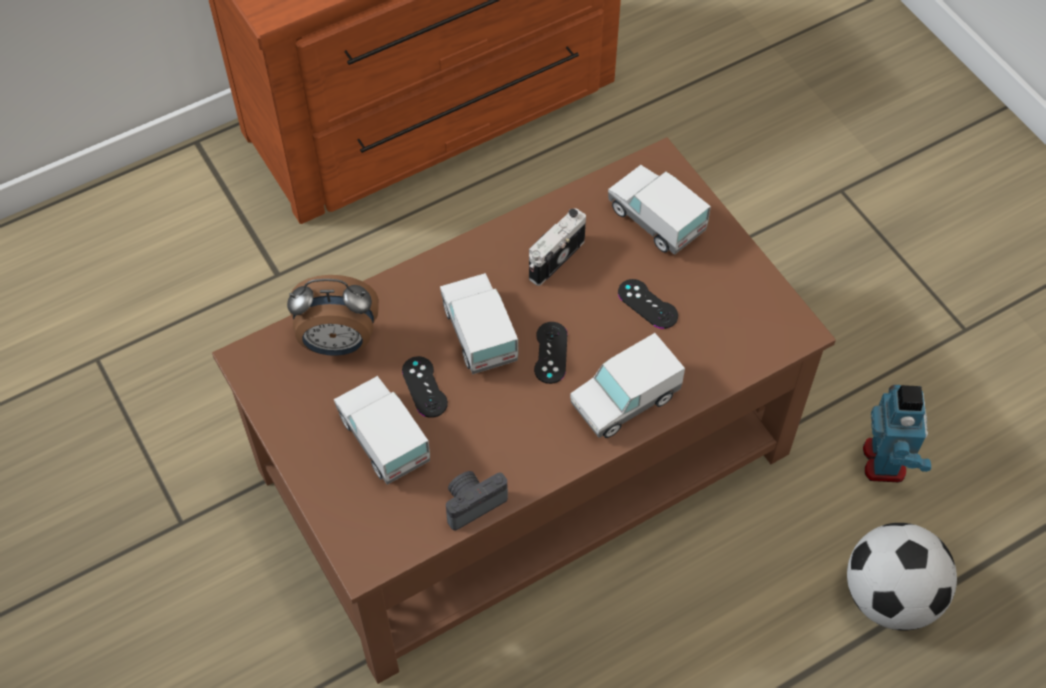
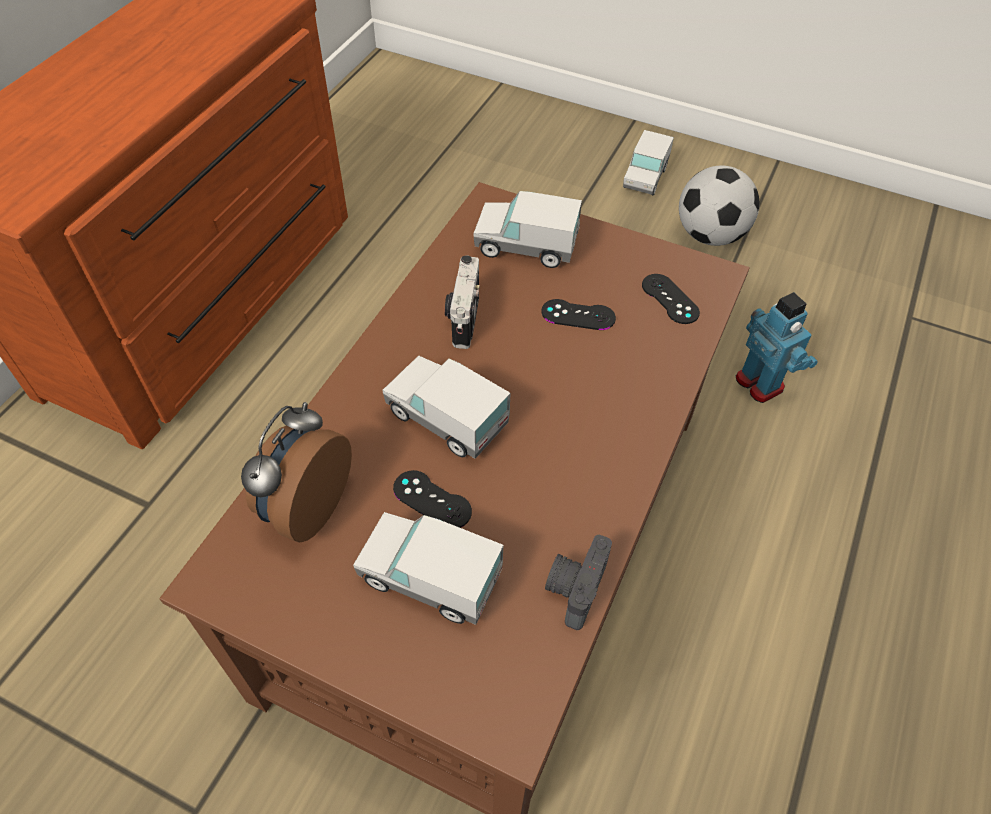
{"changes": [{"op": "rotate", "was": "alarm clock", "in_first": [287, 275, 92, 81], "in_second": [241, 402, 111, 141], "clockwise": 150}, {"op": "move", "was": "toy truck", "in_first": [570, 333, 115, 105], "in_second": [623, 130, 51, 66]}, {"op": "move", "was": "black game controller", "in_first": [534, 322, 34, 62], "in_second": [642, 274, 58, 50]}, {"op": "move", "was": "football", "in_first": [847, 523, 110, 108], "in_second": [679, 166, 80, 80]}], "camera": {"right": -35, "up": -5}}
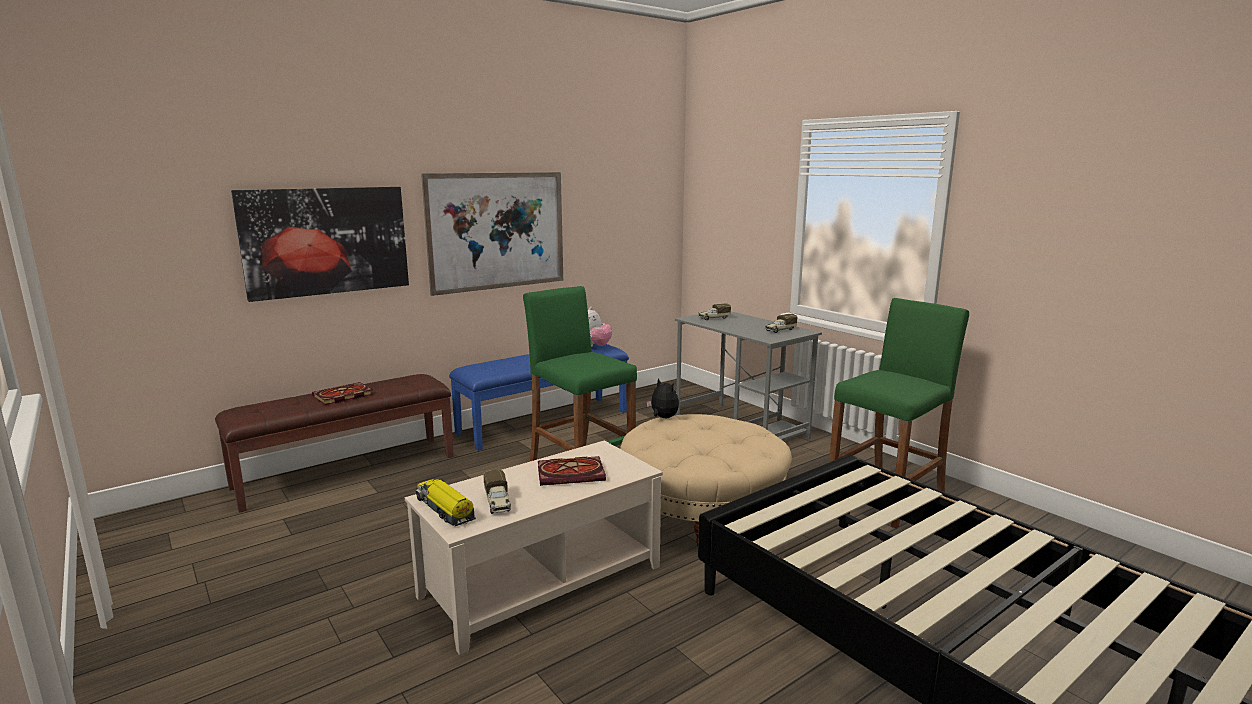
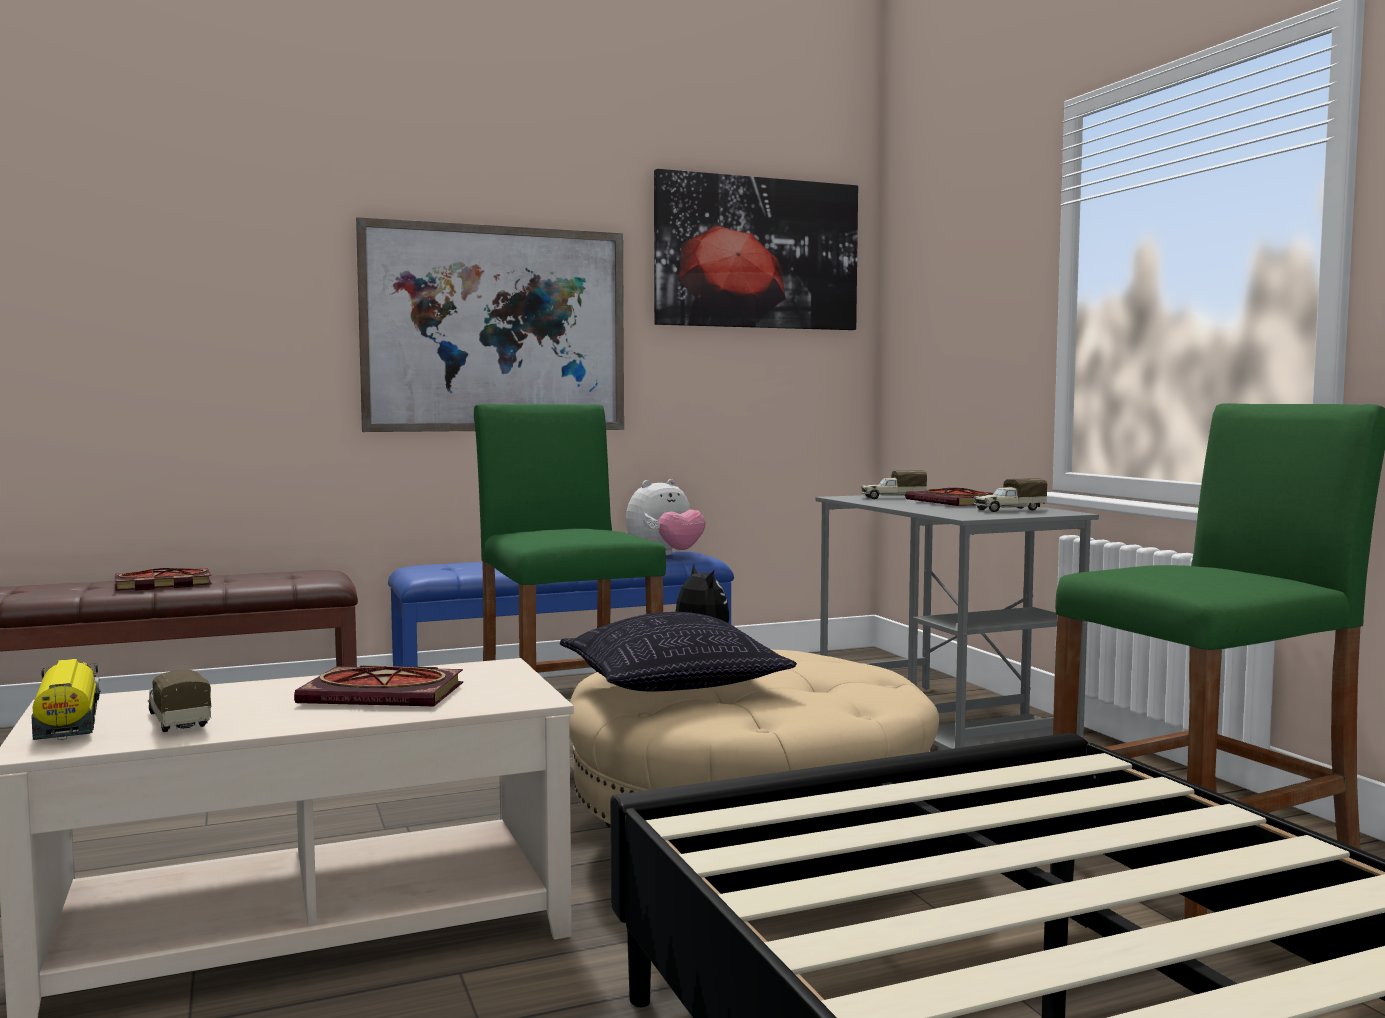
{"changes": [{"op": "rotate", "was": "toy truck", "in_first": [483, 470, 28, 44], "in_second": [148, 670, 63, 62], "clockwise": 150}, {"op": "insert", "now": "pillow", "in_second": [560, 612, 237, 80]}, {"op": "move", "was": "picture", "in_first": [231, 187, 178, 115], "in_second": [654, 169, 204, 161]}, {"op": "insert", "now": "book", "in_second": [905, 488, 89, 18]}], "camera": {"right": 15, "up": -10}}
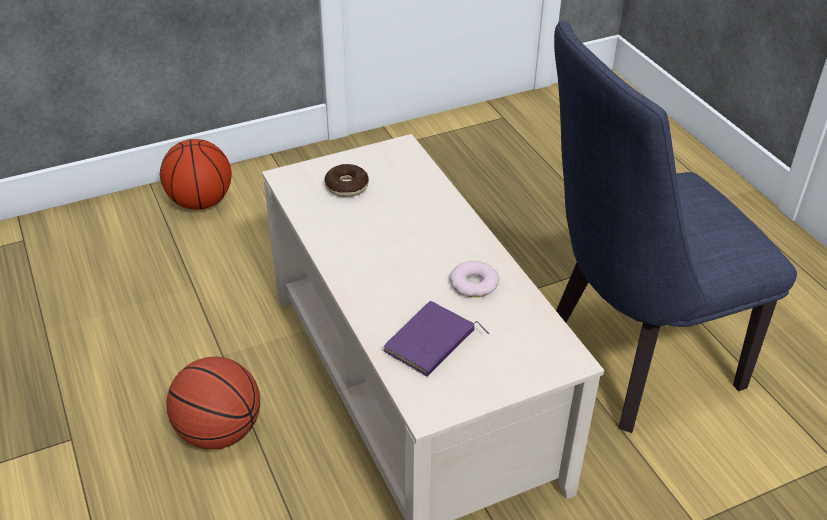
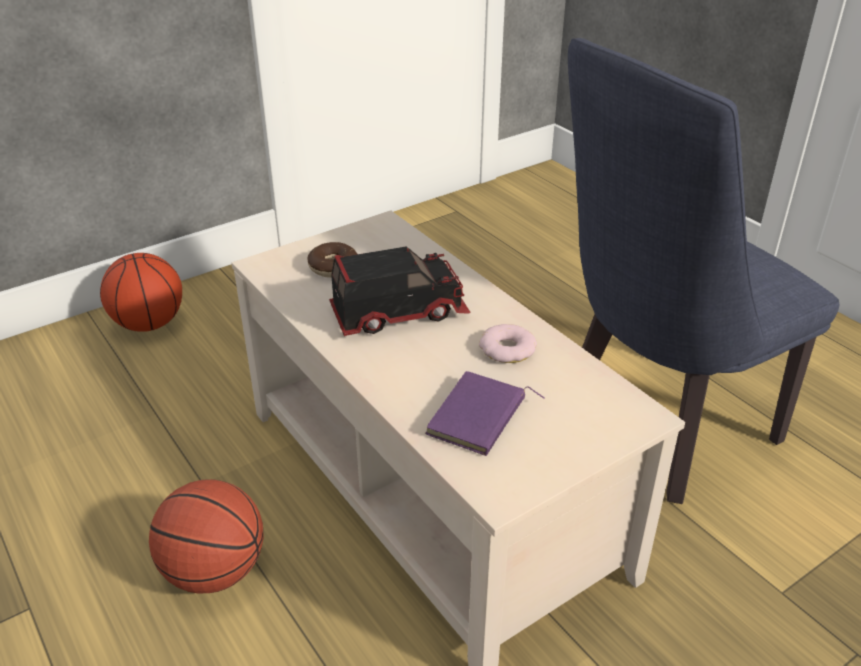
{"changes": [{"op": "insert", "now": "toy truck", "in_second": [329, 246, 141, 90]}], "camera": {"right": -10, "up": -5}}
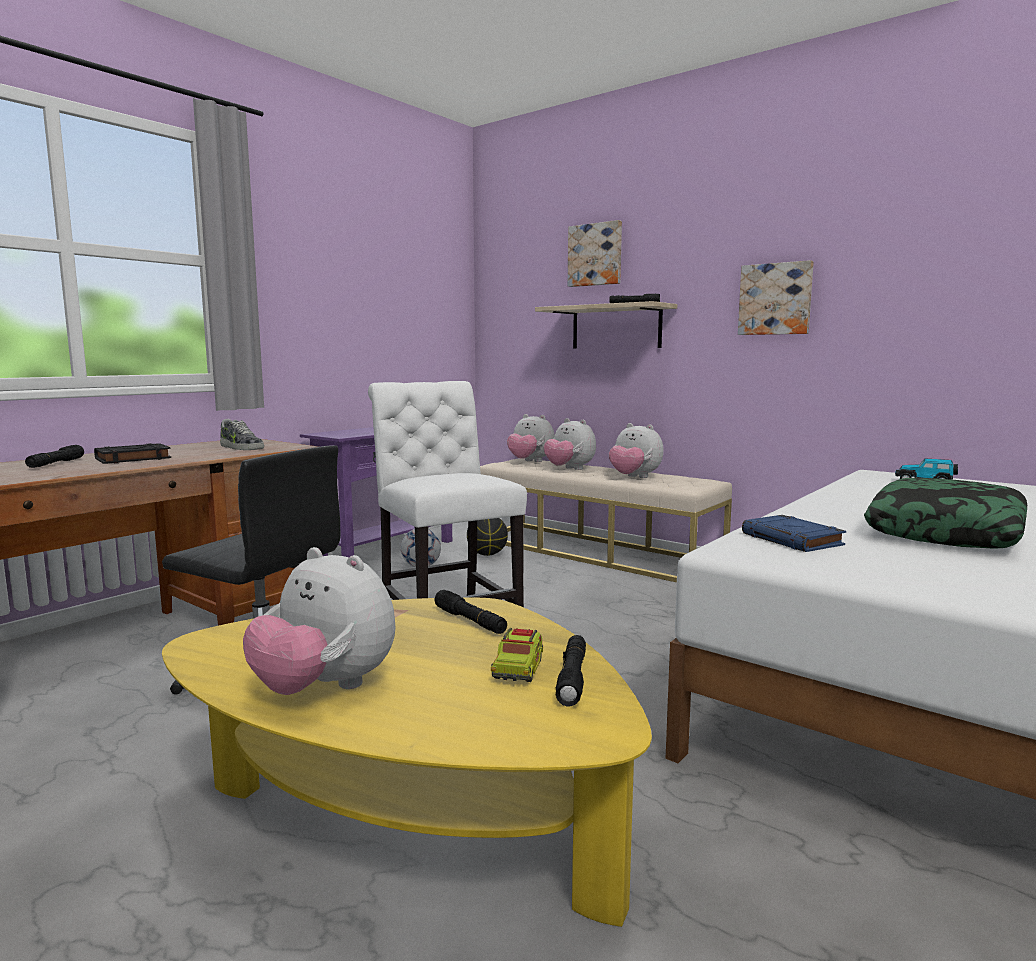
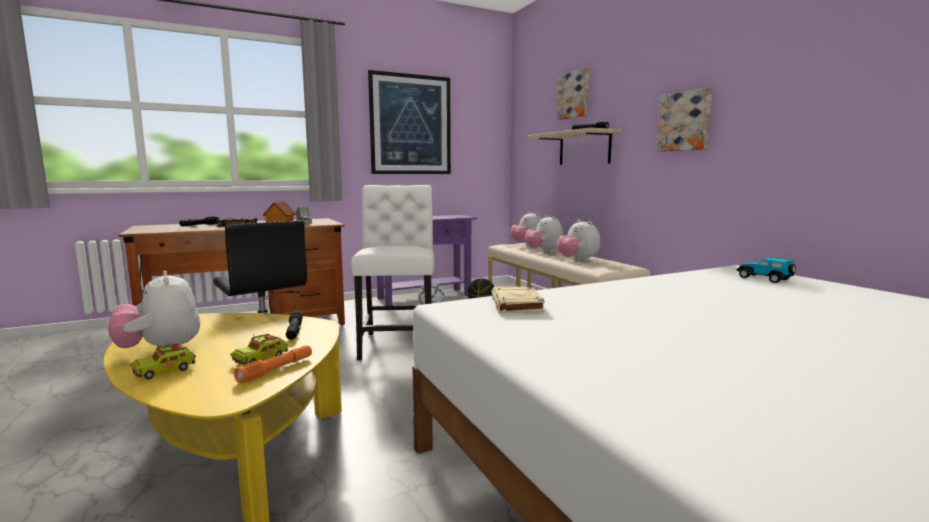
{"changes": [{"op": "insert", "now": "toy truck", "in_second": [130, 344, 66, 36]}, {"op": "recolor", "was": "black flashlight", "now": "orange flashlight", "in_first": [555, 635, 31, 72], "in_second": [234, 345, 78, 38]}, {"op": "insert", "now": "toy house", "in_second": [263, 201, 33, 21]}, {"op": "insert", "now": "picture", "in_second": [368, 70, 83, 104]}, {"op": "recolor", "was": "blue book", "now": "beige book", "in_first": [742, 515, 104, 37], "in_second": [491, 287, 54, 26]}, {"op": "delete", "was": "pillow", "in_first": [864, 478, 164, 71]}], "camera": {"right": 25, "up": 0}}
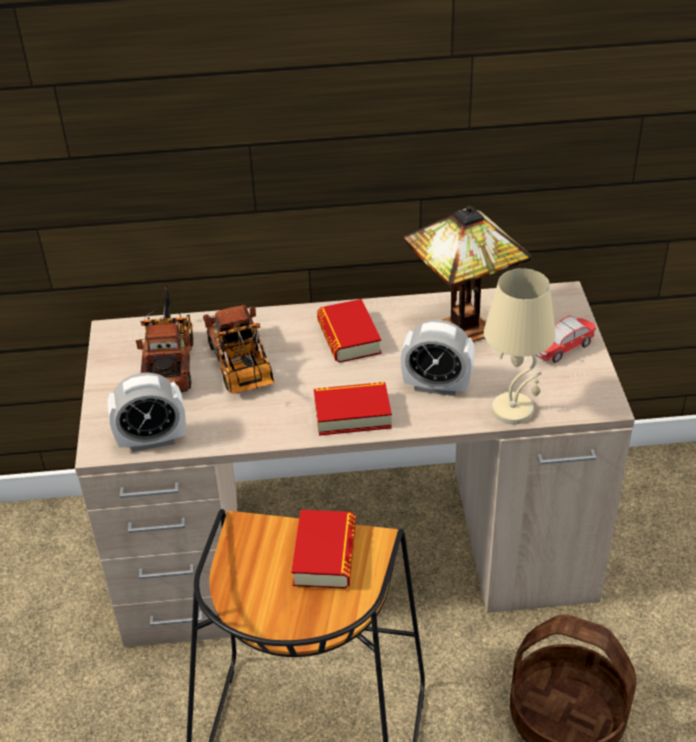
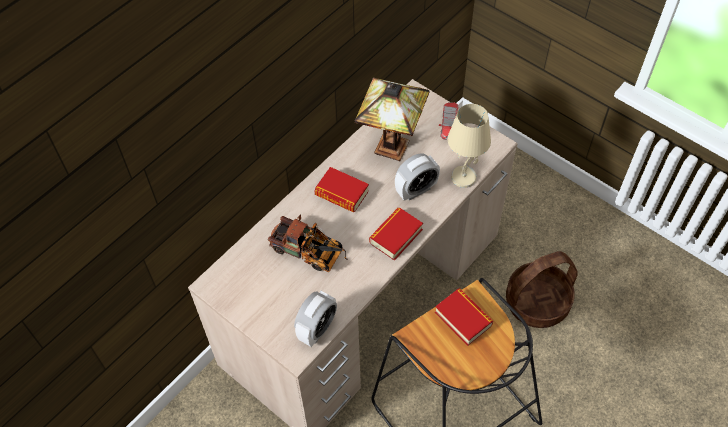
{"changes": [{"op": "delete", "was": "toy truck", "in_first": [136, 285, 57, 107]}], "camera": {"right": -45, "up": 15}}
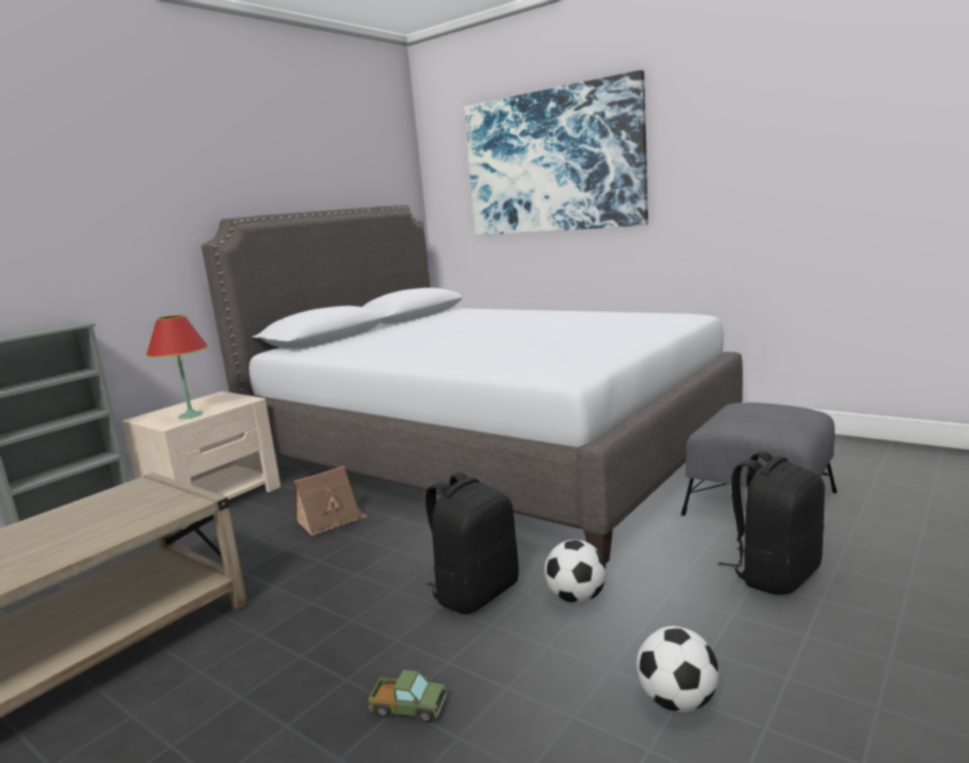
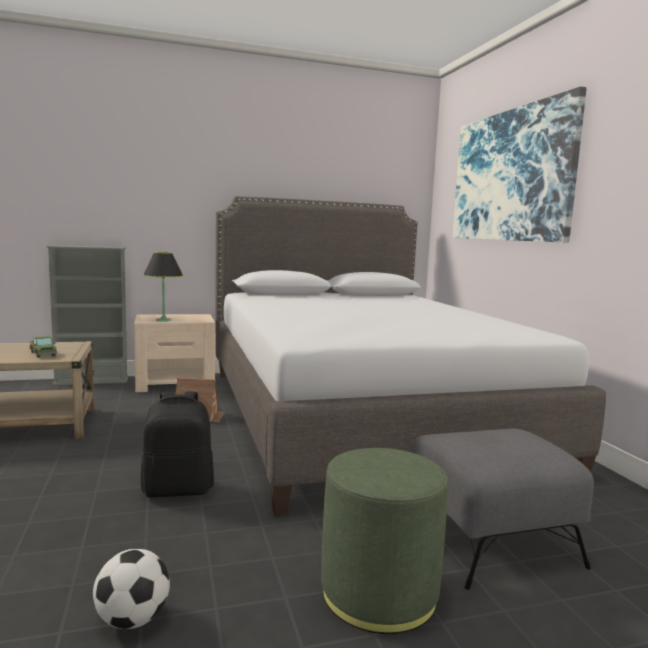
{"changes": [{"op": "move", "was": "toy truck", "in_first": [369, 670, 78, 52], "in_second": [30, 336, 27, 21]}, {"op": "recolor", "was": "red table lamp", "now": "black table lamp", "in_first": [146, 315, 62, 104], "in_second": [143, 252, 40, 70]}, {"op": "replace", "was": "black backpack", "now": "green ottoman", "in_first": [719, 451, 106, 144], "in_second": [321, 448, 127, 186]}, {"op": "delete", "was": "football", "in_first": [544, 540, 63, 64]}], "camera": {"right": 35, "up": -5}}
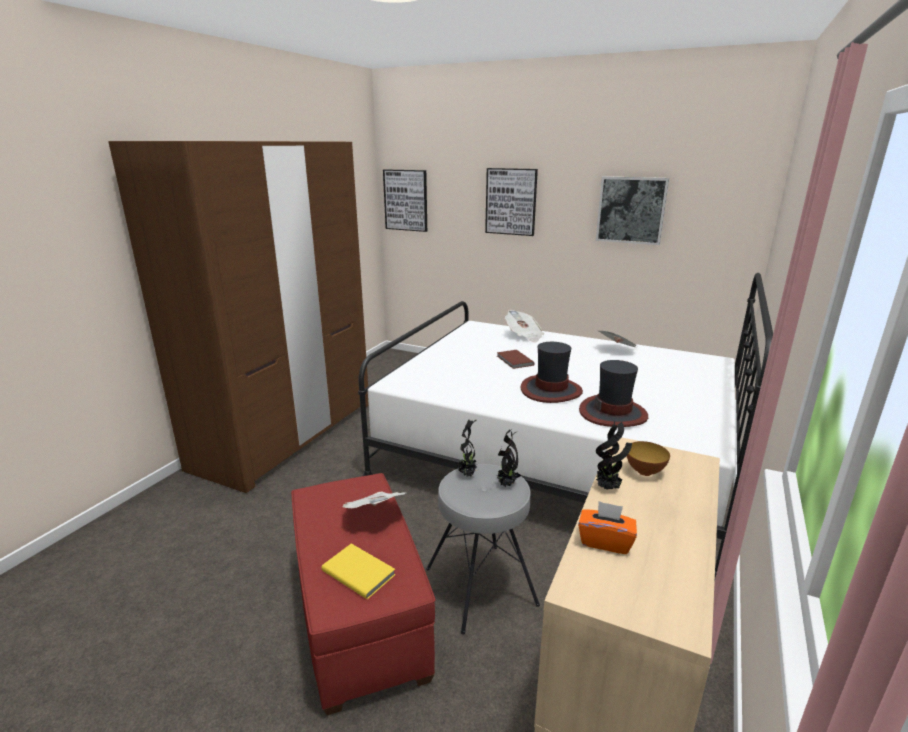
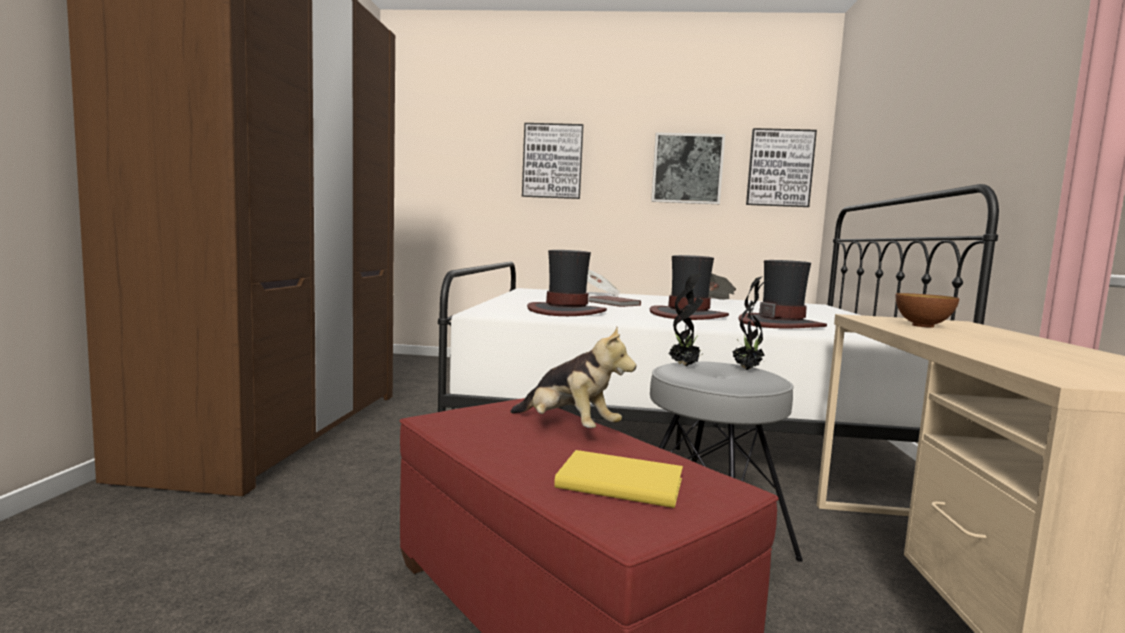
{"changes": [{"op": "replace", "was": "newspaper", "now": "plush toy", "in_first": [343, 492, 64, 16], "in_second": [510, 327, 126, 101]}, {"op": "insert", "now": "hat", "in_second": [527, 250, 80, 66]}, {"op": "move", "was": "picture", "in_first": [383, 169, 44, 63], "in_second": [746, 128, 71, 79]}, {"op": "delete", "was": "orange tissue box", "in_first": [578, 501, 59, 53]}, {"op": "delete", "was": "potted plant", "in_first": [596, 421, 36, 69]}], "camera": {"right": -20, "up": -15}}
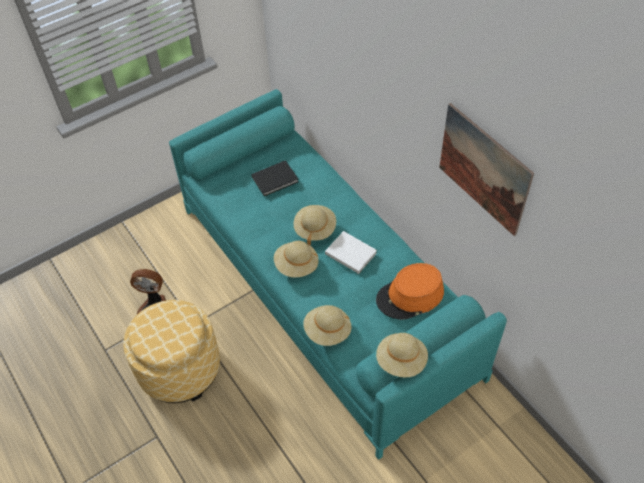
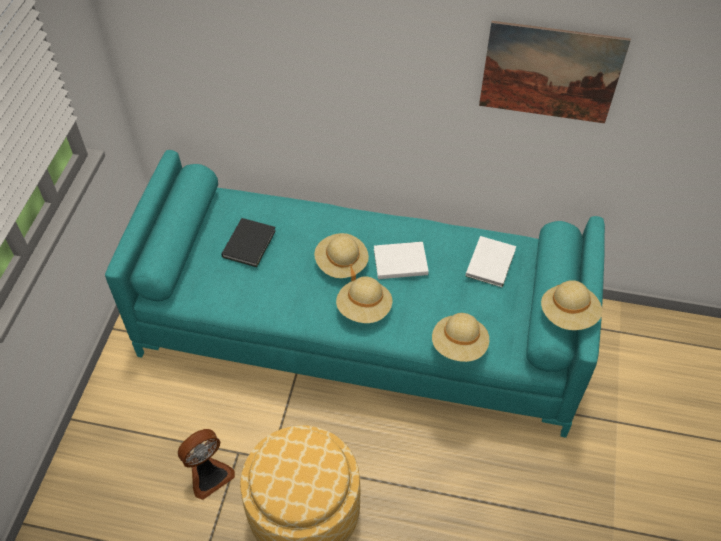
{"changes": [{"op": "replace", "was": "orange hat", "now": "white book", "in_first": [376, 263, 68, 57], "in_second": [465, 236, 51, 51]}], "camera": {"right": -45, "up": 0}}
